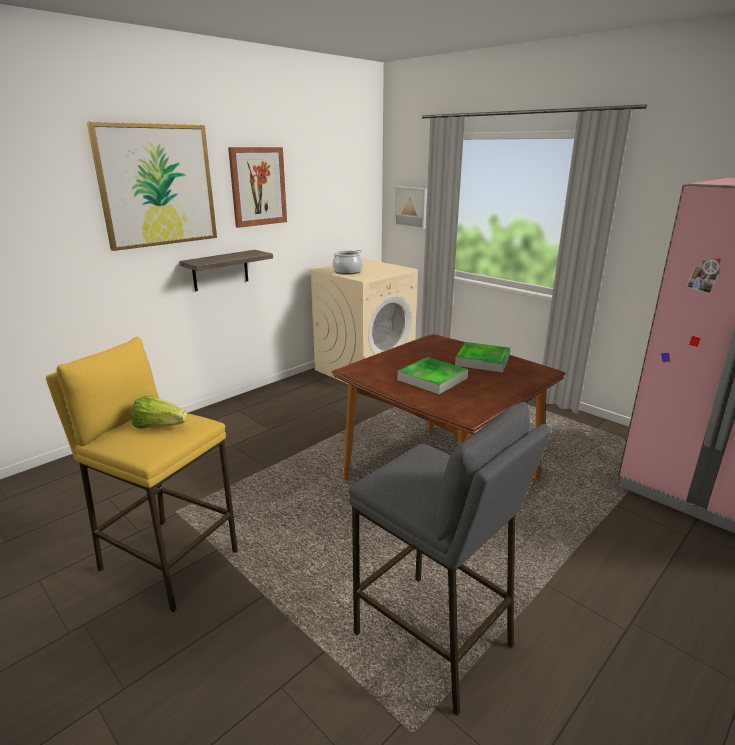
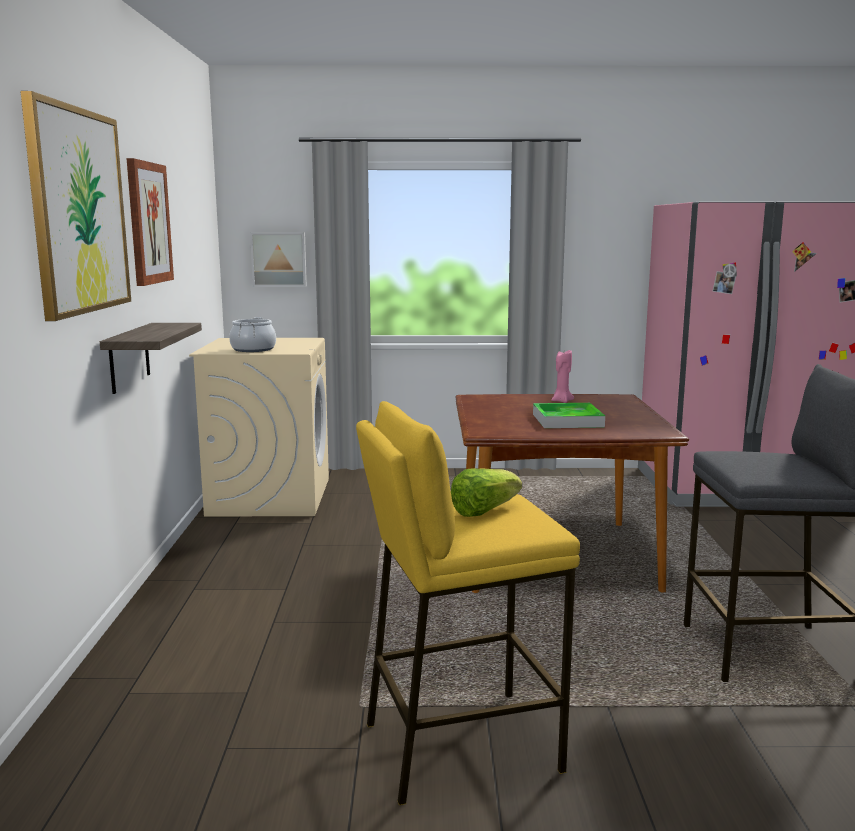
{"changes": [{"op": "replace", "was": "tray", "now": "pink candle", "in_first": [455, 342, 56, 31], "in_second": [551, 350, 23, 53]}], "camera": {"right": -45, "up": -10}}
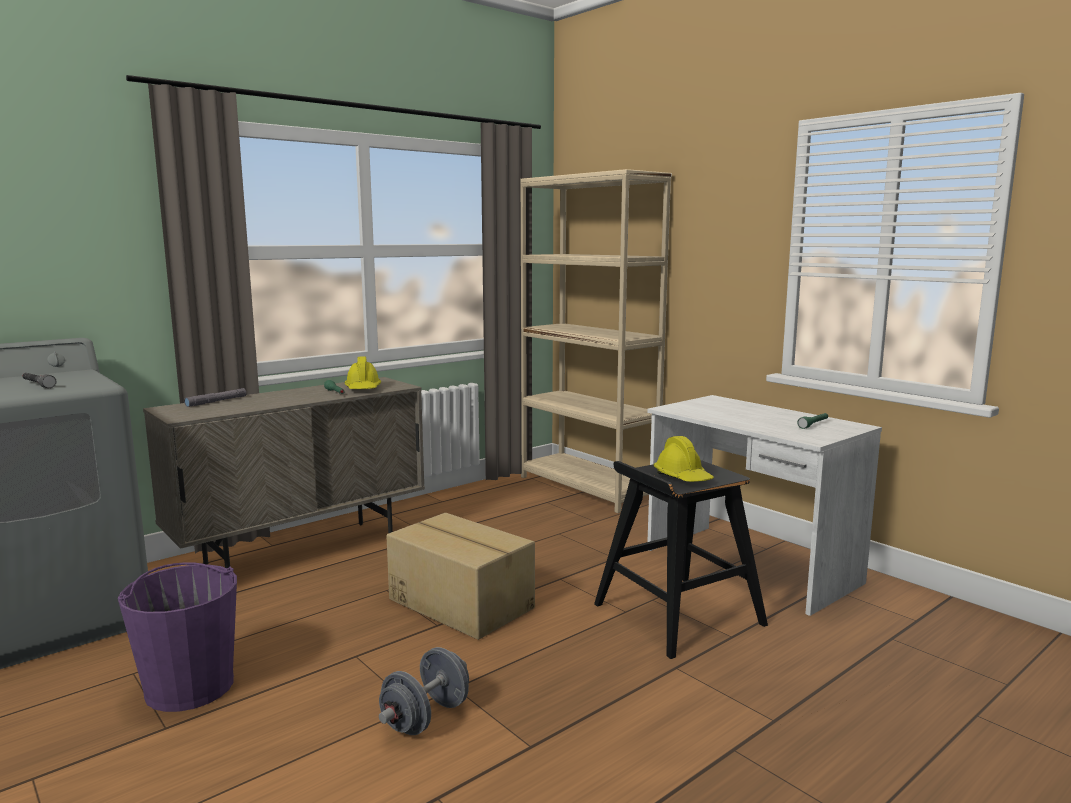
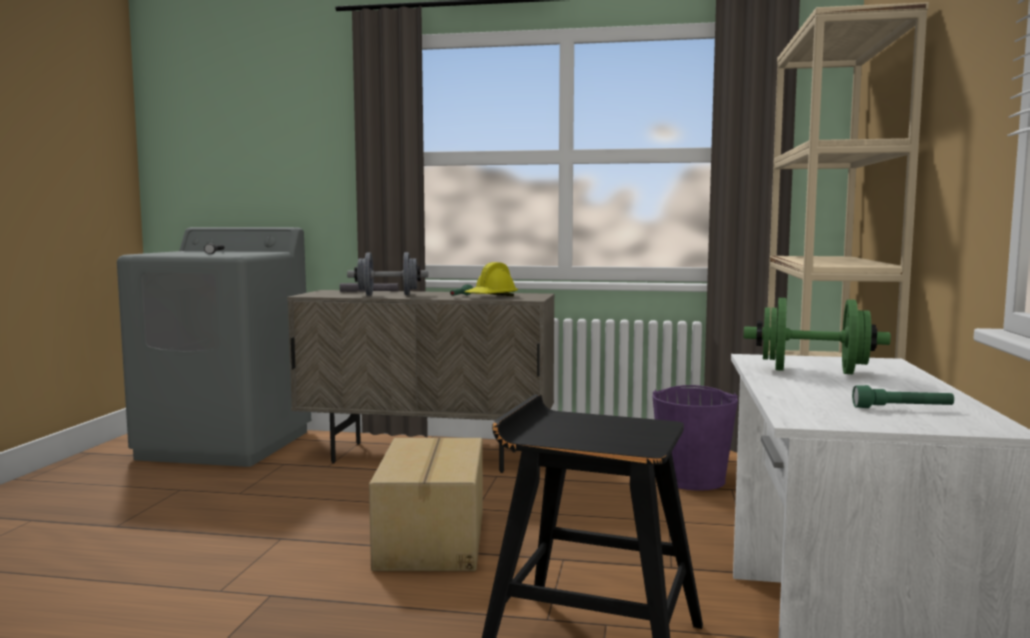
{"changes": [{"op": "move", "was": "grey dumbbell", "in_first": [379, 647, 90, 88], "in_second": [347, 252, 81, 44]}, {"op": "move", "was": "purple bucket", "in_first": [118, 562, 119, 150], "in_second": [652, 385, 86, 106]}, {"op": "insert", "now": "green dumbbell", "in_second": [744, 298, 147, 76]}, {"op": "delete", "was": "yellow hard hat", "in_first": [653, 436, 61, 46]}], "camera": {"right": 50, "up": -5}}
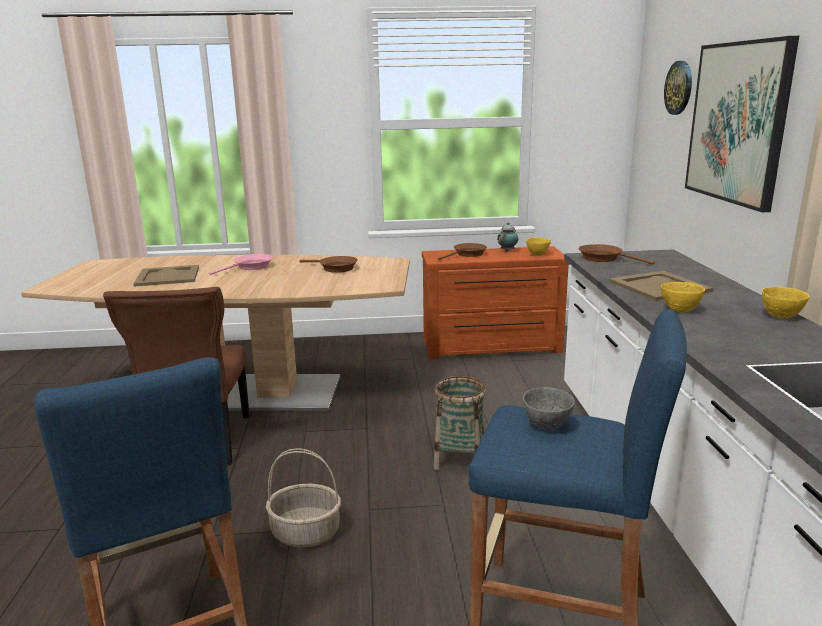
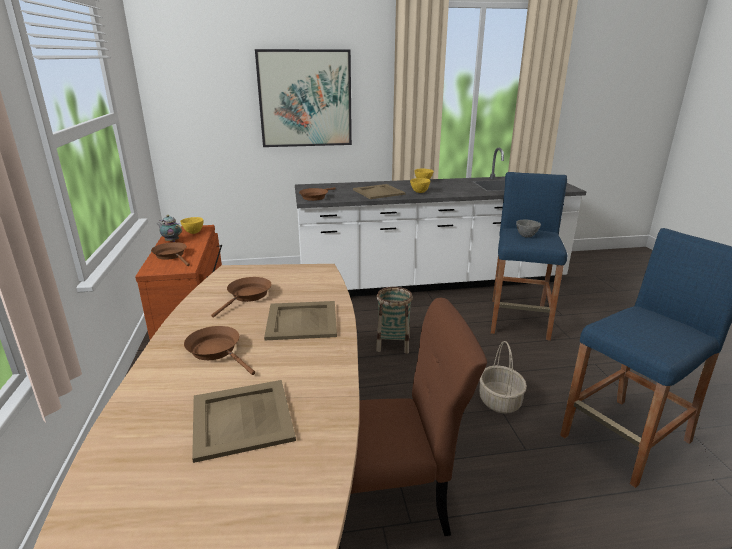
{"changes": [{"op": "recolor", "was": "pink frying pan", "now": "brown frying pan", "in_first": [209, 254, 64, 21], "in_second": [184, 326, 71, 49]}, {"op": "insert", "now": "beige tray", "in_second": [264, 301, 73, 39]}, {"op": "delete", "was": "wall clock", "in_first": [664, 61, 28, 54]}], "camera": {"right": -95, "up": 5}}
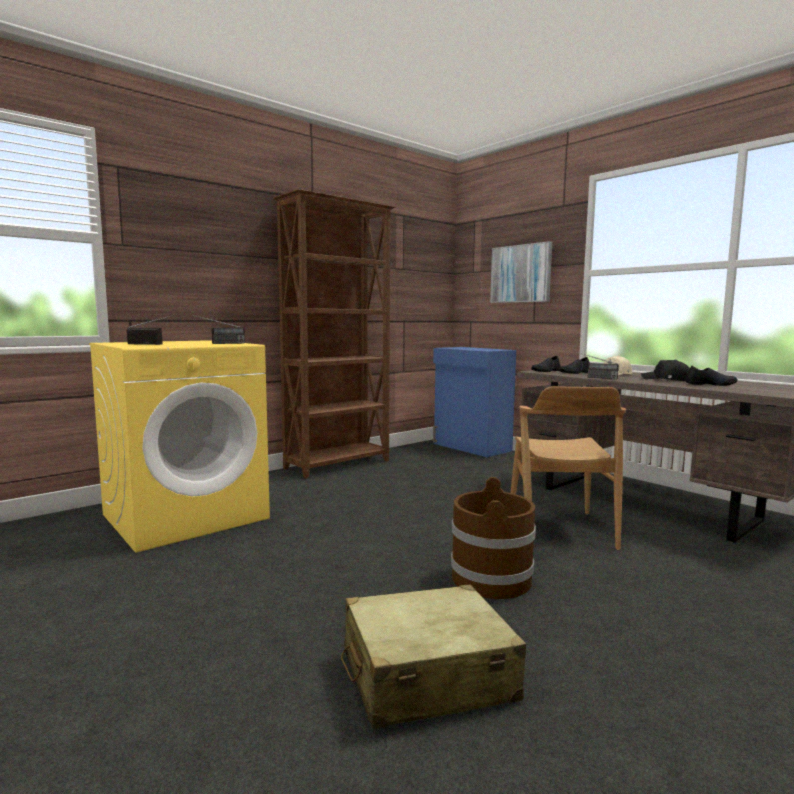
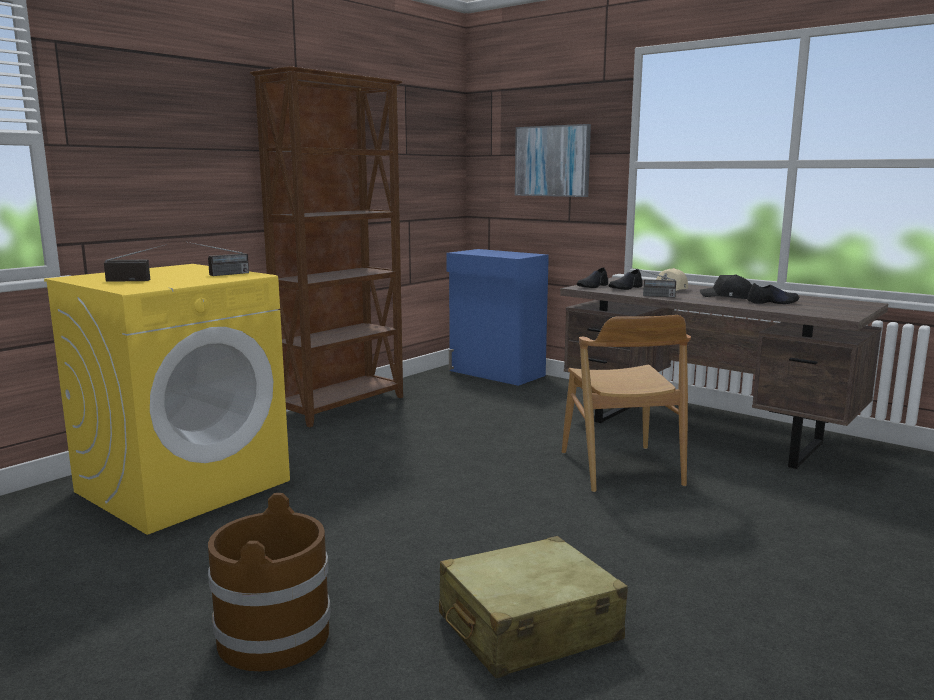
{"changes": [{"op": "move", "was": "brown bucket", "in_first": [451, 477, 85, 122], "in_second": [208, 493, 123, 178]}], "camera": {"right": -10, "up": 5}}
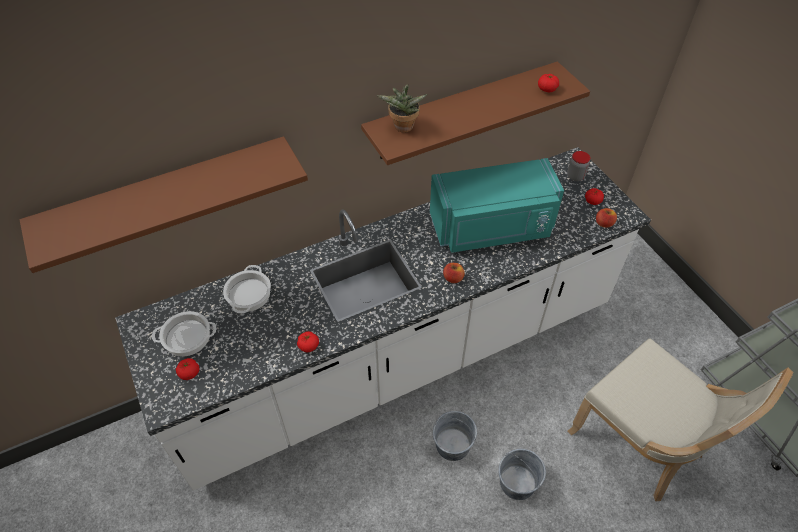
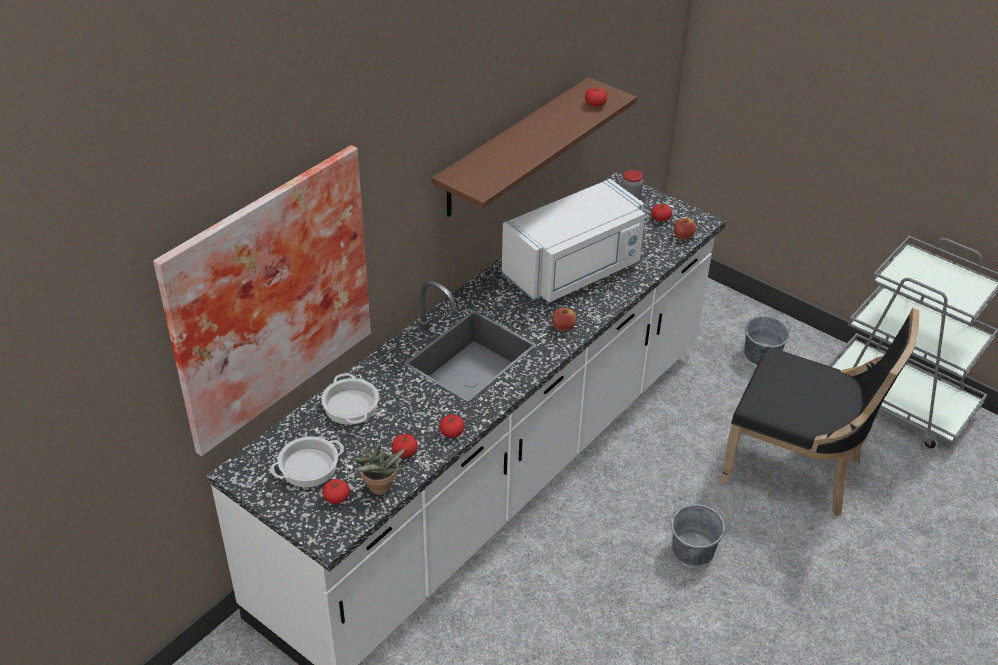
{"changes": [{"op": "replace", "was": "brown shelf", "now": "picture", "in_first": [20, 136, 288, 137], "in_second": [153, 145, 218, 311]}, {"op": "move", "was": "potted plant", "in_first": [377, 84, 50, 49], "in_second": [355, 443, 51, 52]}, {"op": "insert", "now": "tomato", "in_second": [392, 434, 26, 24]}, {"op": "recolor", "was": "turquoise microwave", "now": "white microwave", "in_first": [430, 158, 134, 95], "in_second": [502, 179, 143, 123]}, {"op": "recolor", "was": "beige chair", "now": "black chair", "in_first": [567, 338, 227, 163], "in_second": [718, 308, 201, 208]}, {"op": "move", "was": "grey bucket", "in_first": [433, 411, 44, 50], "in_second": [744, 310, 46, 55]}], "camera": {"right": -25, "up": -10}}
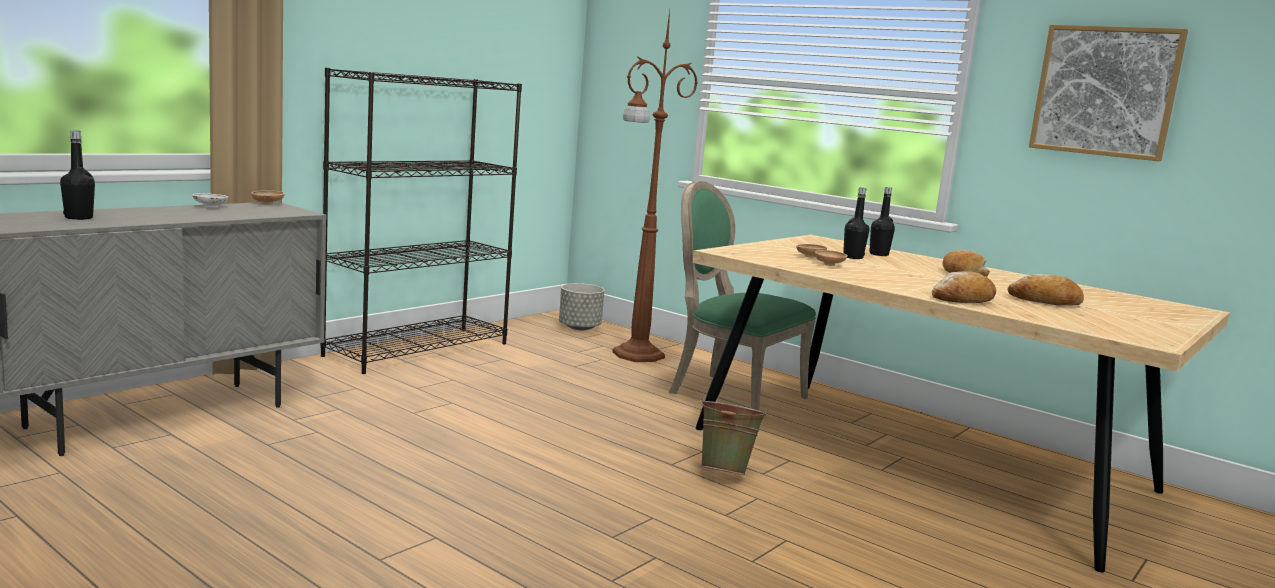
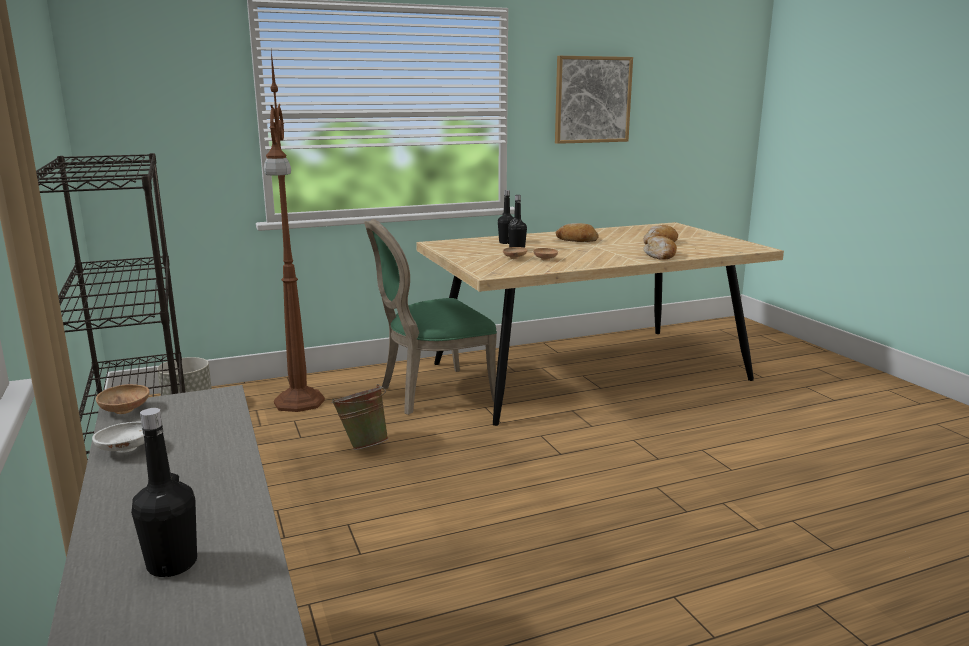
{"changes": [{"op": "move", "was": "green bucket", "in_first": [700, 397, 68, 78], "in_second": [331, 384, 58, 66]}], "camera": {"right": -60, "up": 5}}
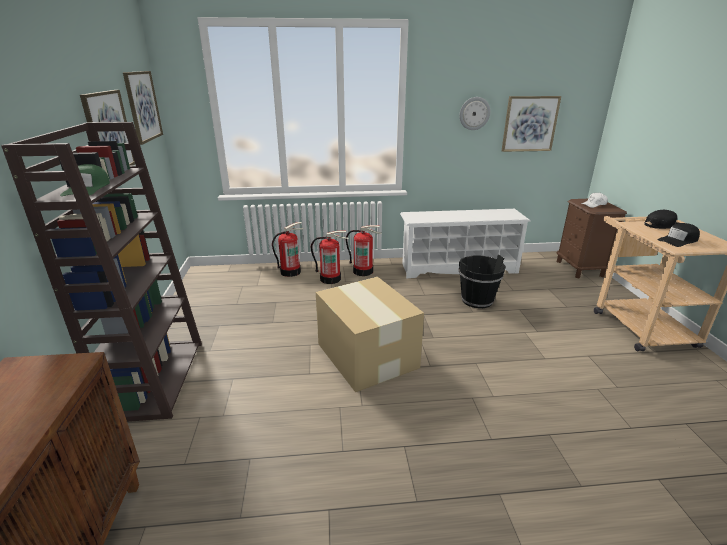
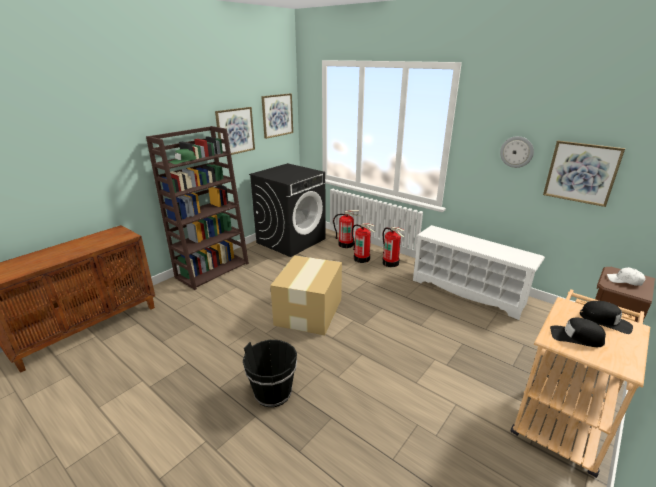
{"changes": [{"op": "move", "was": "black bucket", "in_first": [459, 255, 47, 53], "in_second": [243, 340, 54, 67]}, {"op": "insert", "now": "black washing machine", "in_second": [249, 163, 77, 94]}], "camera": {"right": 45, "up": 0}}
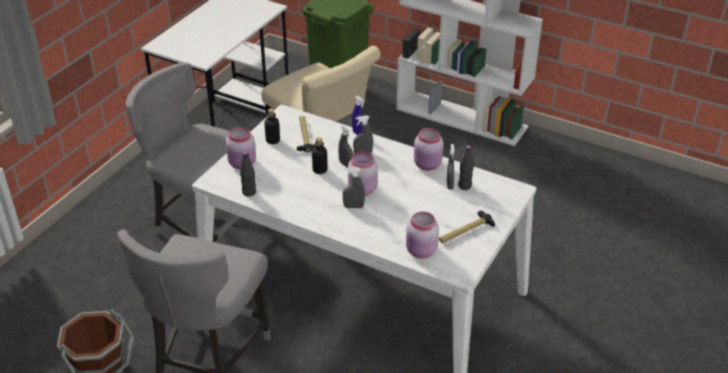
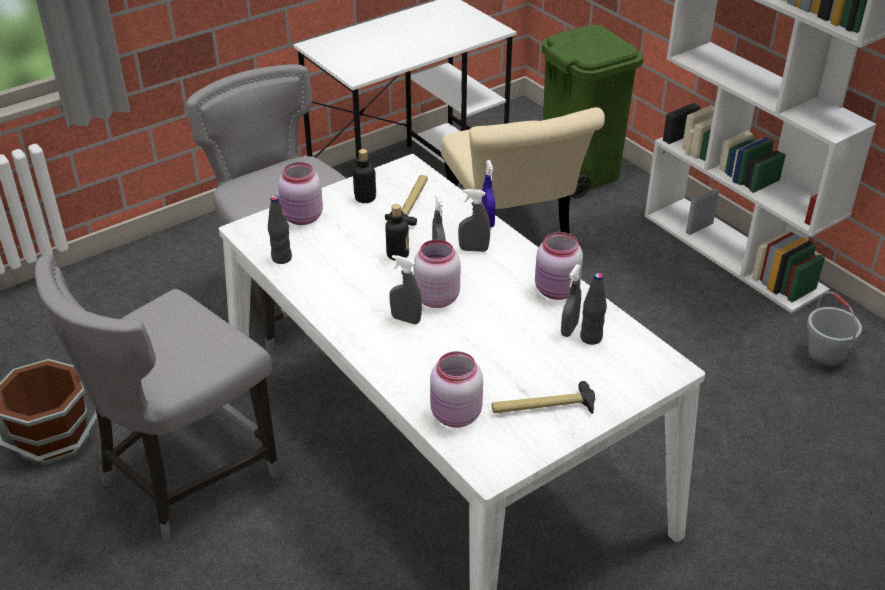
{"changes": [{"op": "insert", "now": "grey bucket", "in_second": [807, 292, 55, 75]}], "camera": {"right": 25, "up": 0}}
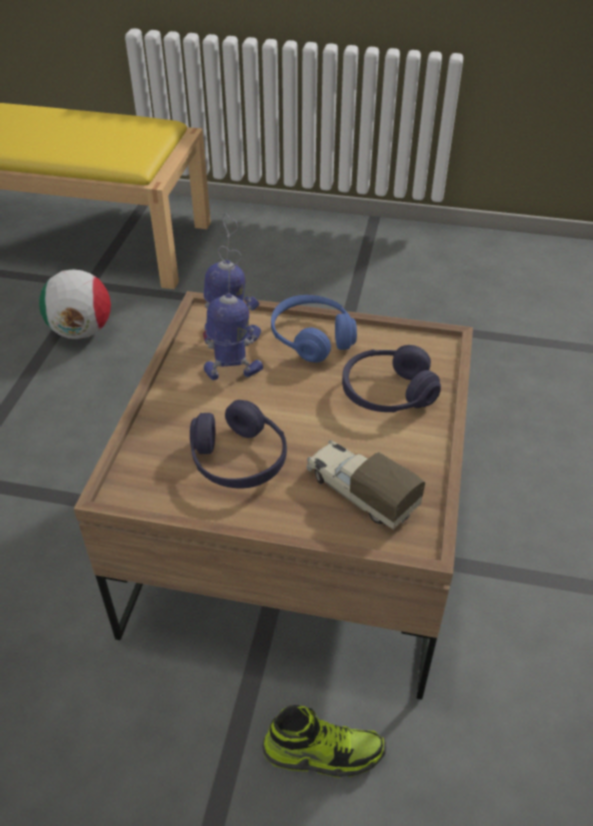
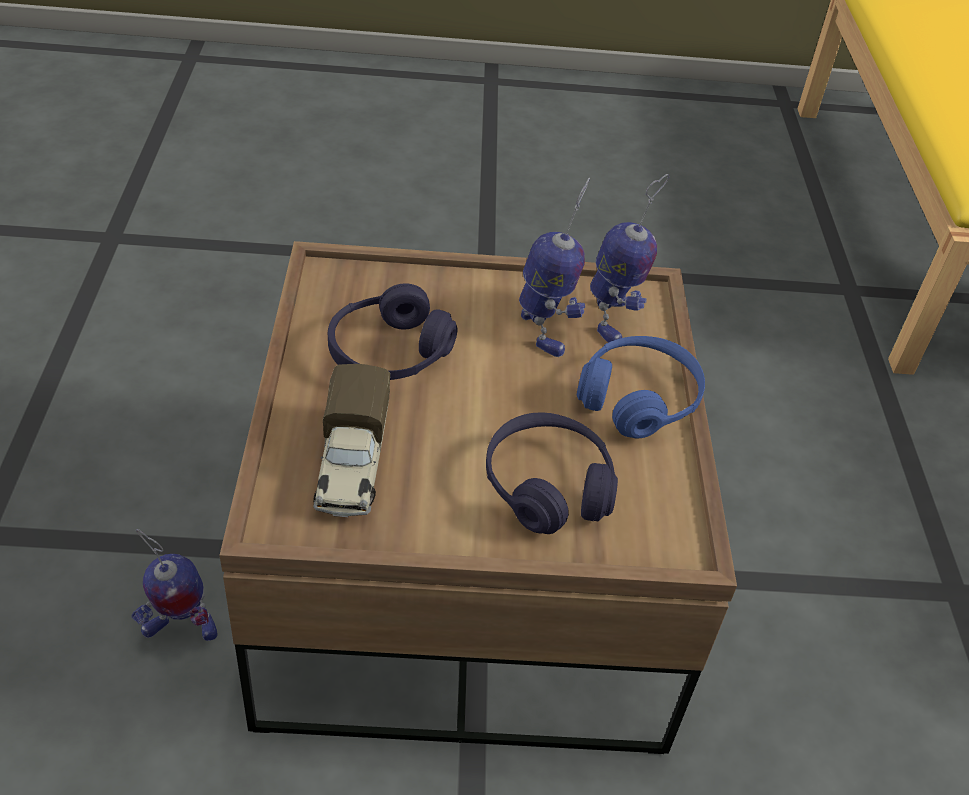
{"changes": [{"op": "replace", "was": "shoe", "now": "toy robot", "in_first": [262, 705, 124, 73], "in_second": [131, 529, 87, 112]}, {"op": "rotate", "was": "toy truck", "in_first": [306, 440, 119, 89], "in_second": [313, 364, 77, 153], "clockwise": 150}, {"op": "delete", "was": "football", "in_first": [39, 269, 72, 70]}], "camera": {"right": 75, "up": 0}}
